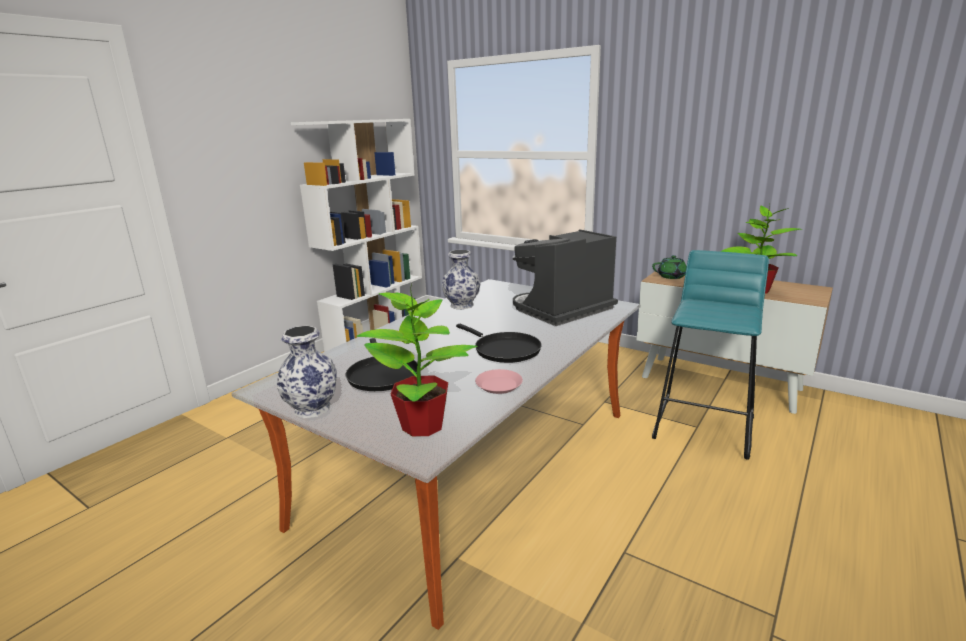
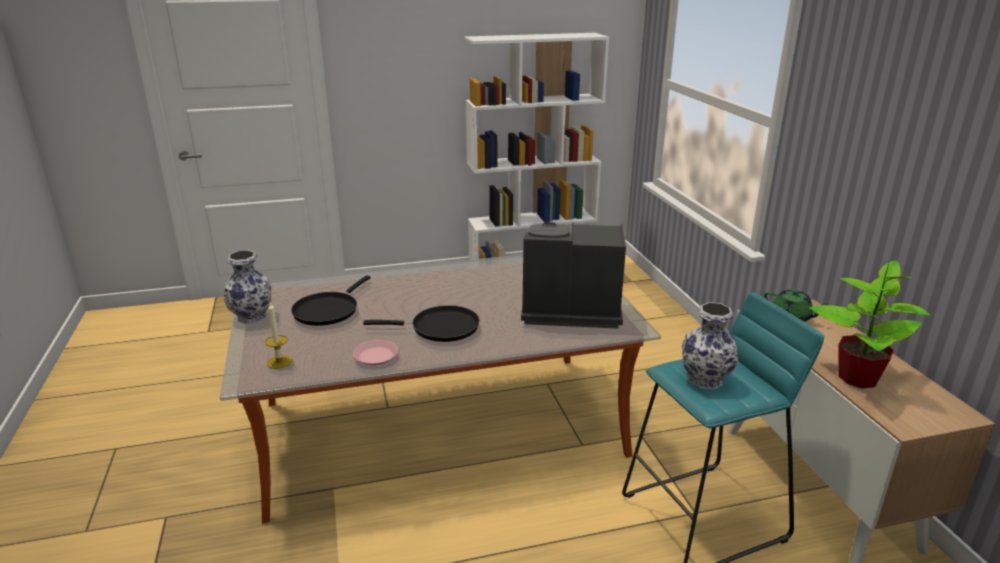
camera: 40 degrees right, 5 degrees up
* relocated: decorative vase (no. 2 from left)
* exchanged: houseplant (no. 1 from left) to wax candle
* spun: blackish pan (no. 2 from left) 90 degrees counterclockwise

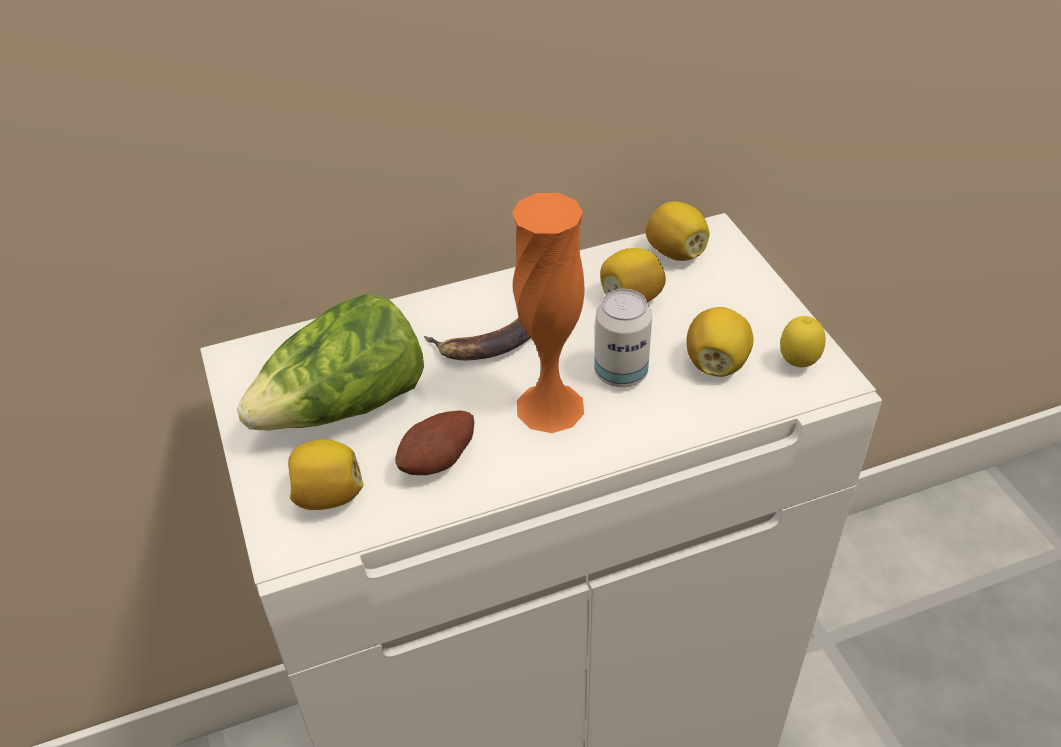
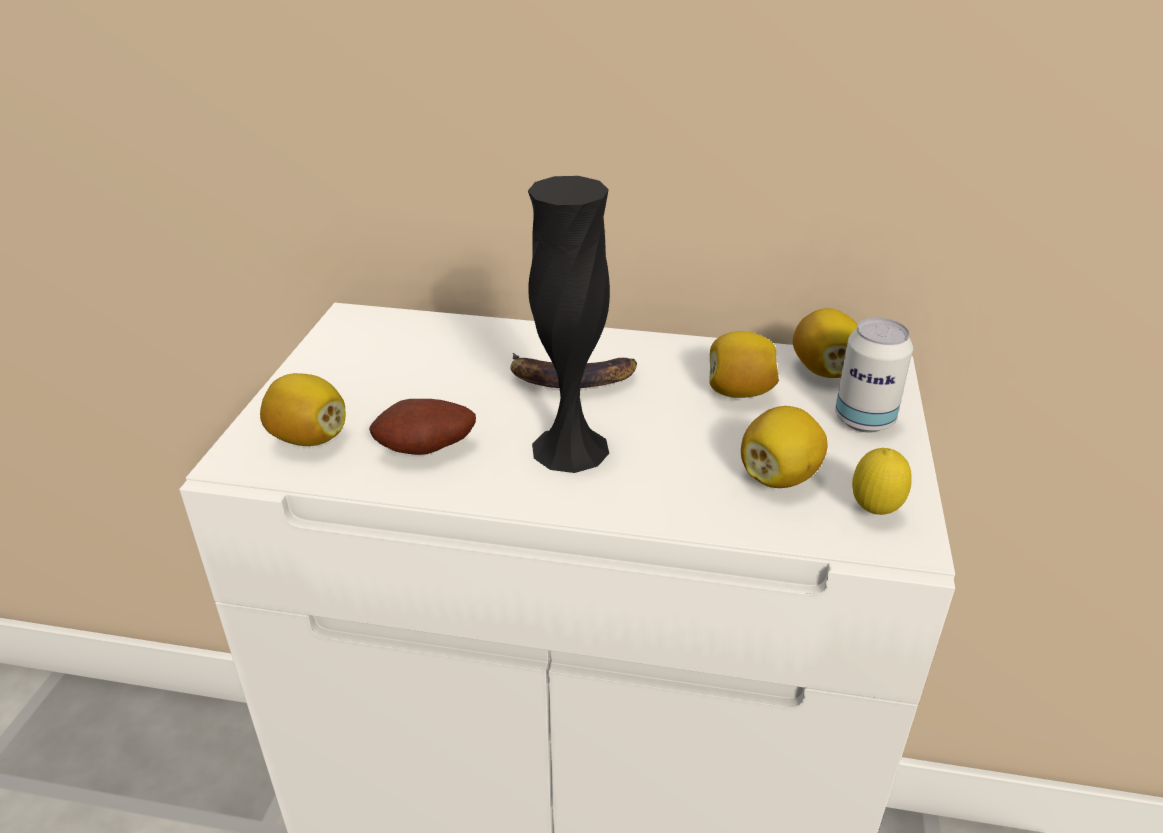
camera: 30 degrees right, 10 degrees down
* missing: lettuce
* relocated: sealed can
* colour: orange-coloured decorative vase to blackish decorative vase

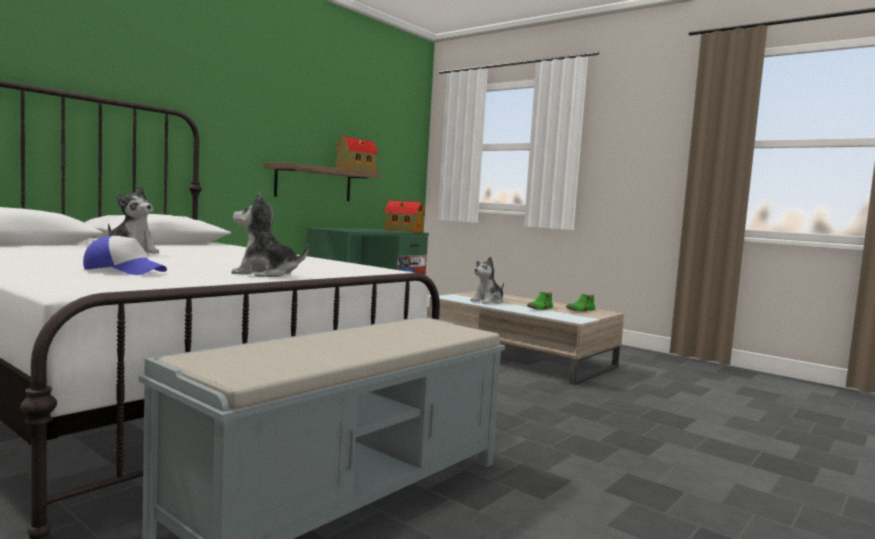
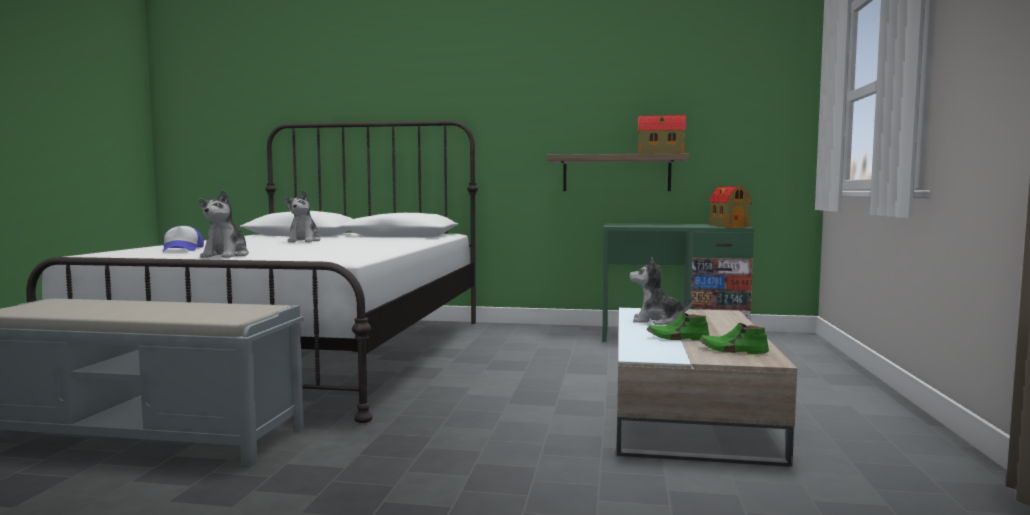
camera: 60 degrees right, 0 degrees up
* spun: soft toy (no. 2 from left in the first image) 150 degrees counterclockwise

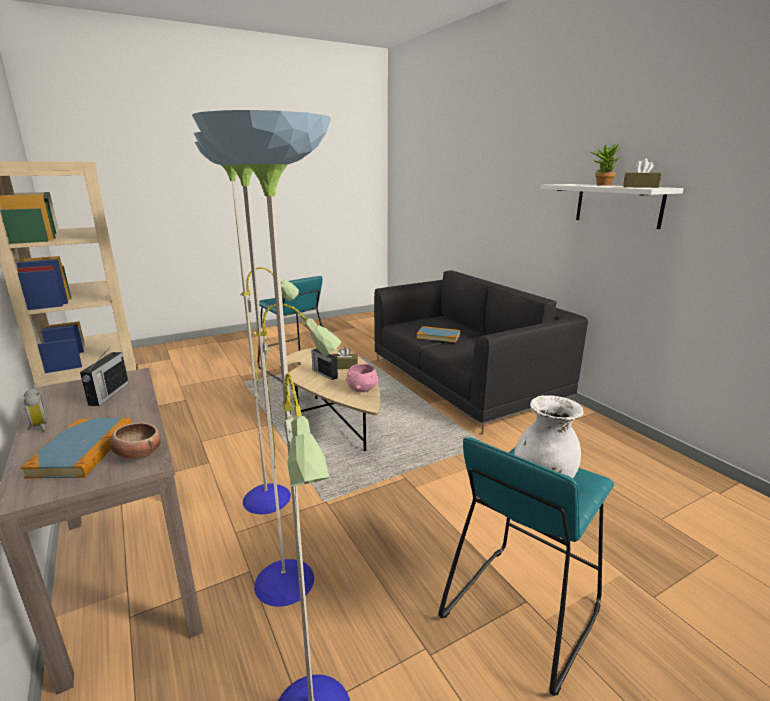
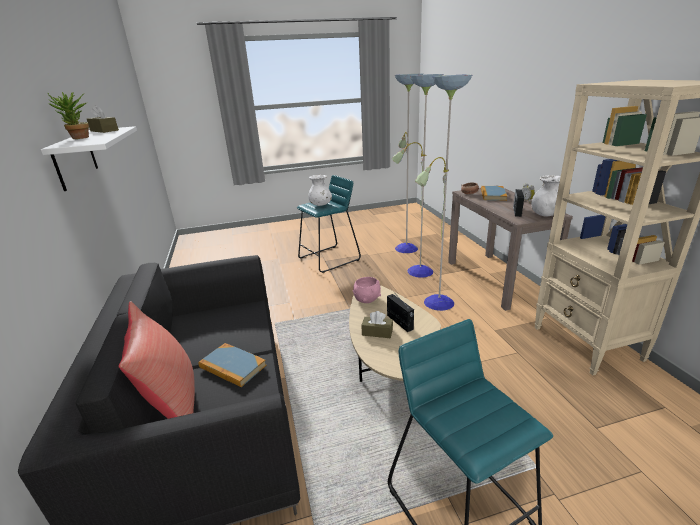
camera: 165 degrees left, 5 degrees up
* appeared: red-coloured throw pillow
* appeared: white decorative vase (no. 2 from left)

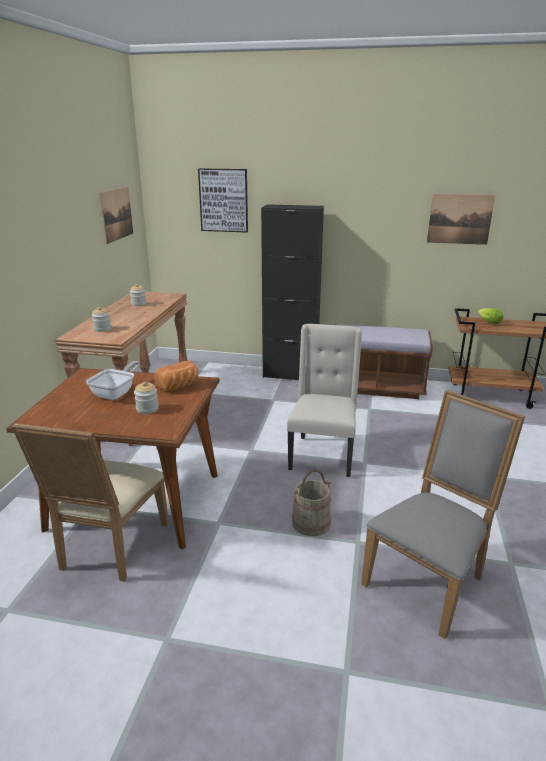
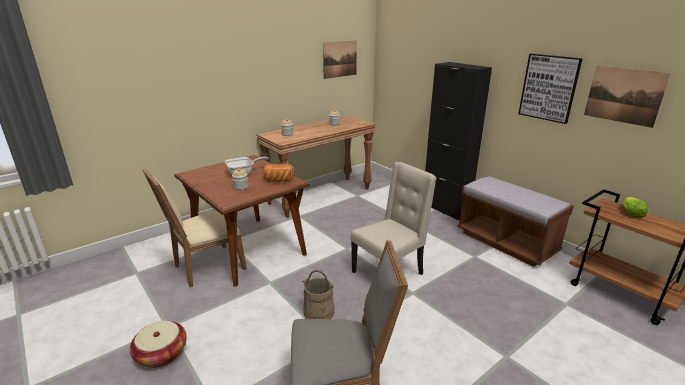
camera: 40 degrees right, 0 degrees up
* appeared: basket
* relocated: wall picture (no. 2 from left)

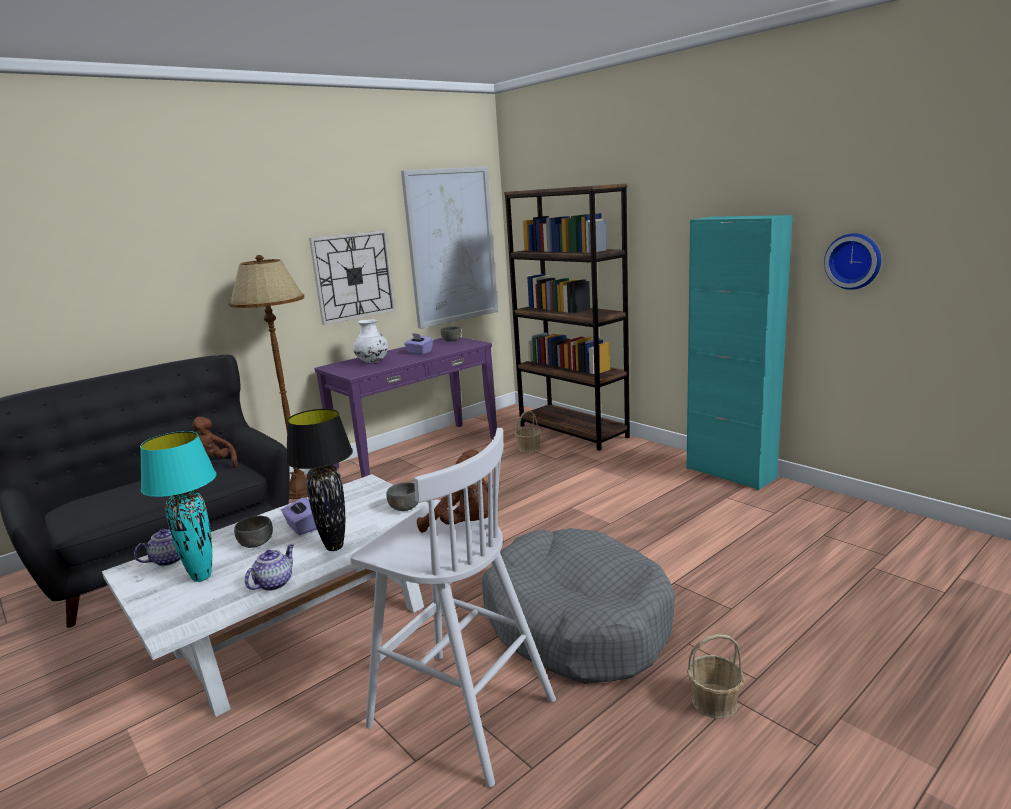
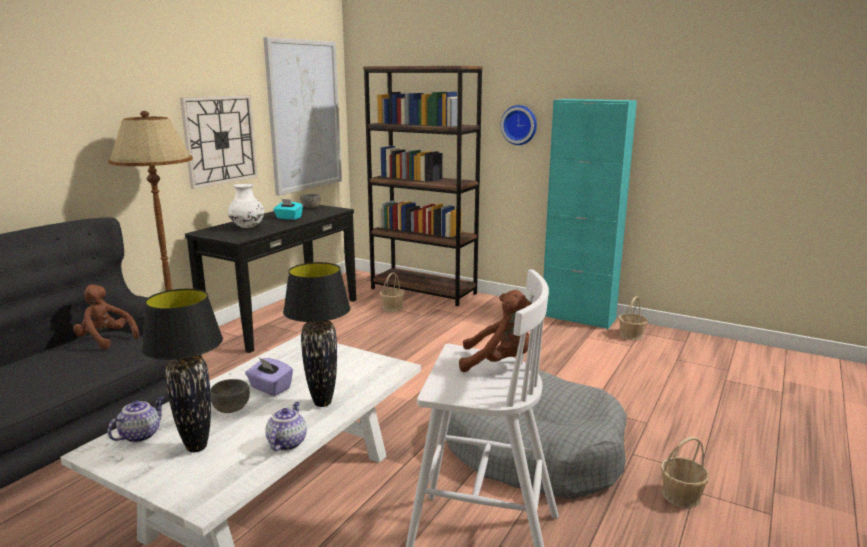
camera: 20 degrees left, 0 degrees up
* missing: greyish deep dish (no. 2 from left)
* appeared: basket (no. 2 from left)
* relocated: clock on the wall (no. 2 from left)
* colour: turquoise-coloured tabletop lamp to blackish tabletop lamp (no. 1 from left)
* colour: purple-coloured console table to blackish console table
* colour: purple-coloured box of tissues (no. 2 from left) to turquoise-coloured box of tissues

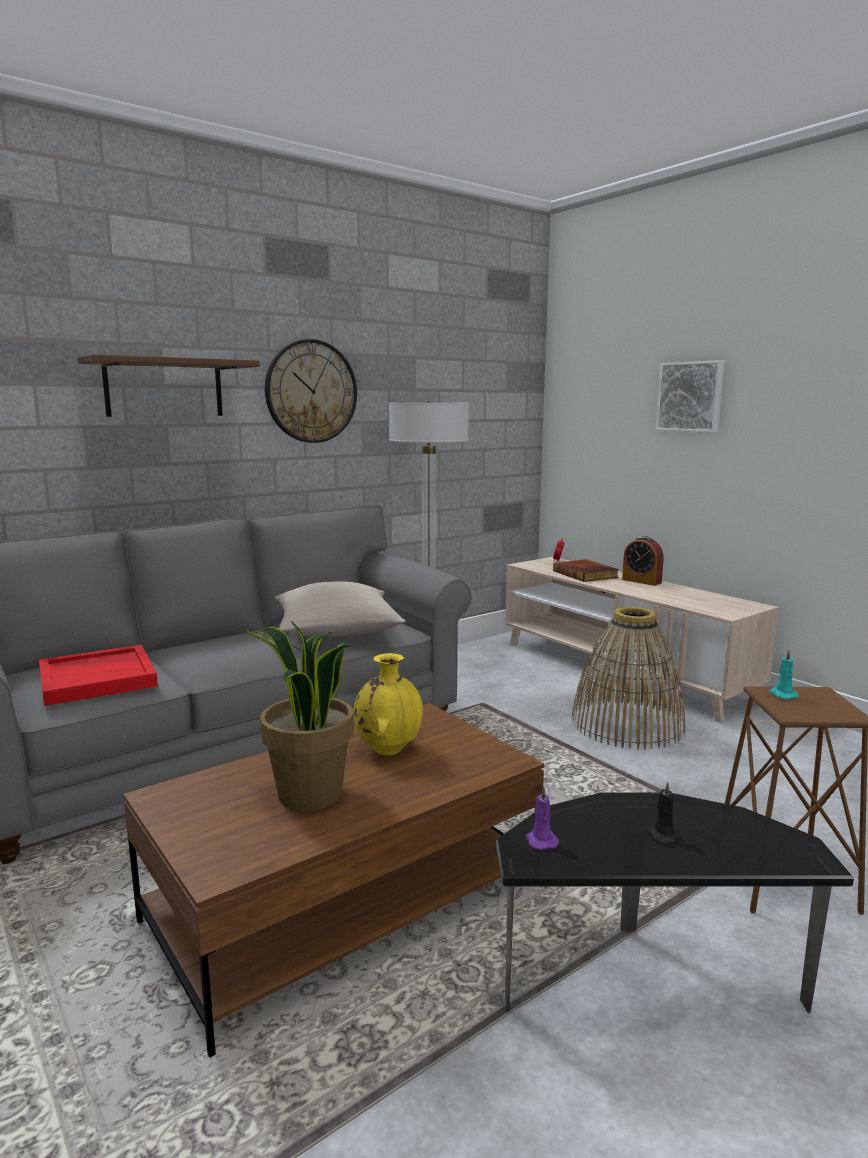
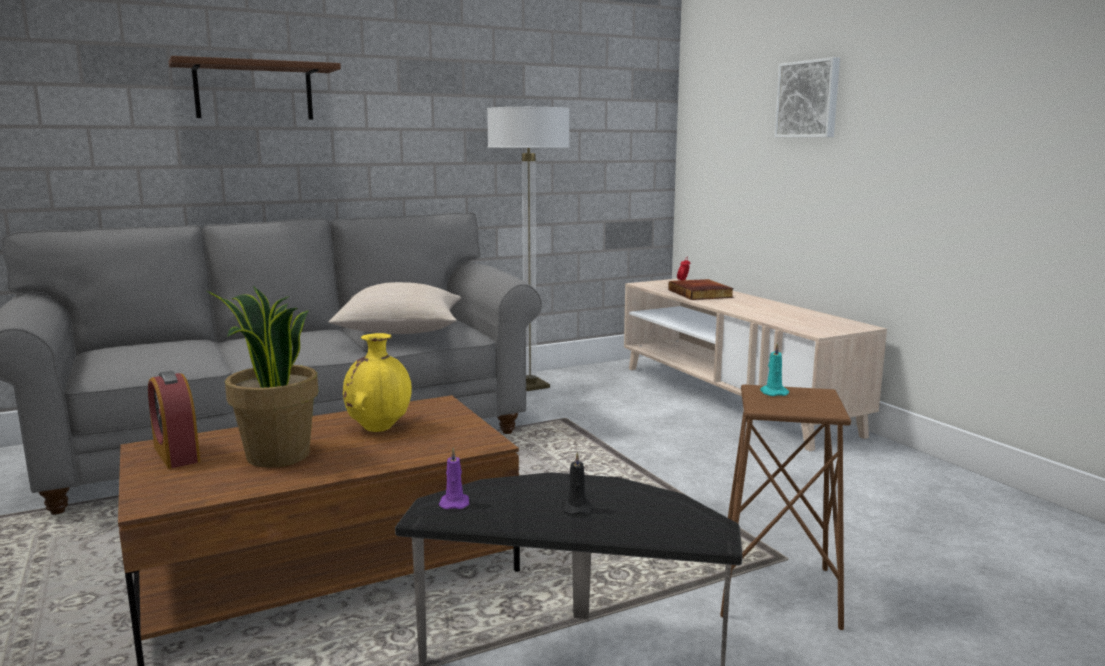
camera: 10 degrees right, 0 degrees up
* missing: red-coloured tray
* missing: clock on the wall
* missing: basket
* relocated: alarm clock (no. 2 from left in the first image) to alarm clock (no. 1 from left)

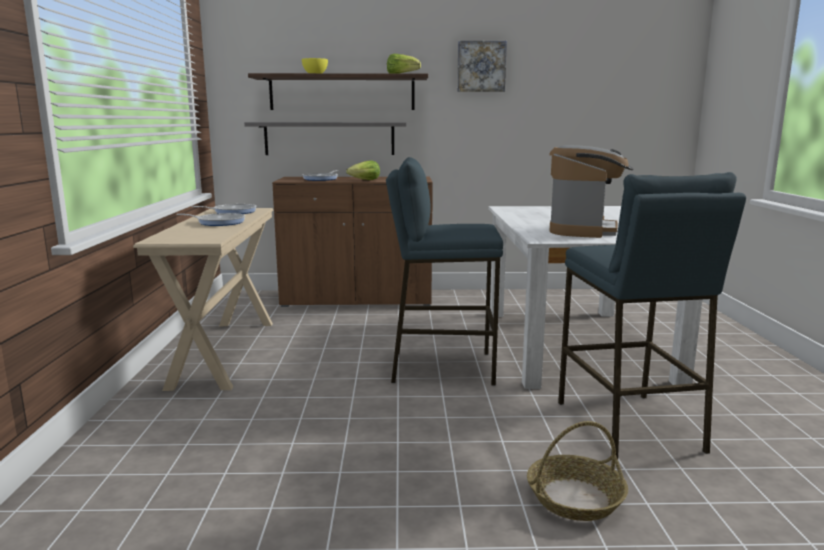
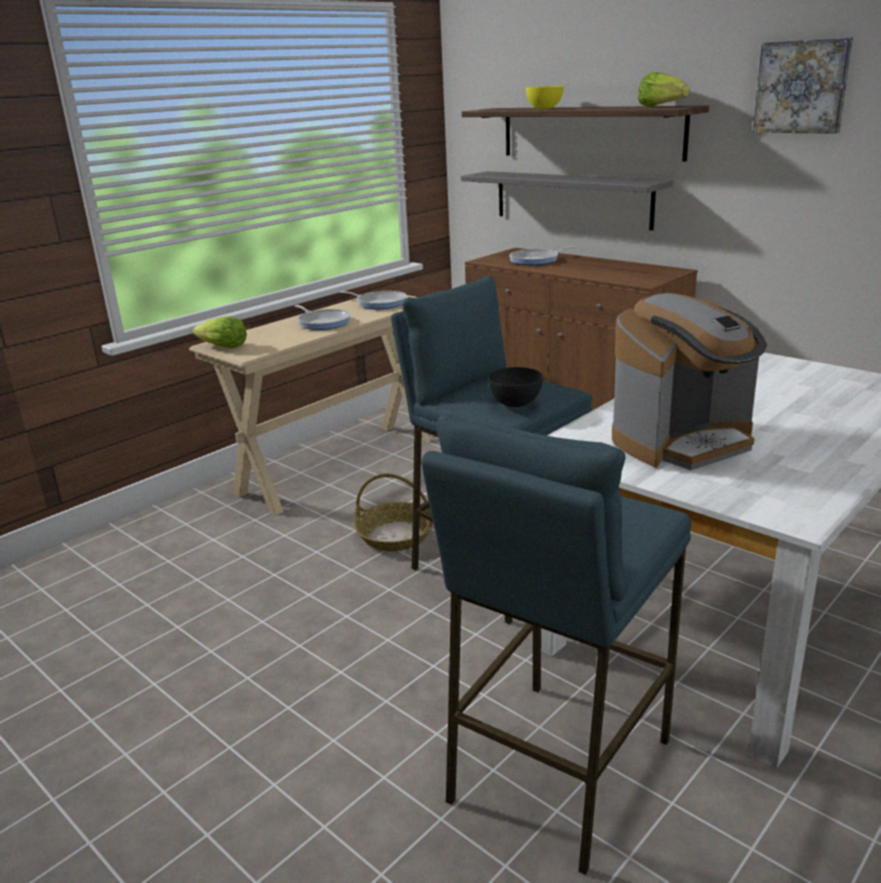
camera: 45 degrees right, 10 degrees up
* appeared: blackish deep dish
* relocated: lettuce (no. 1 from left)
* relocated: basket

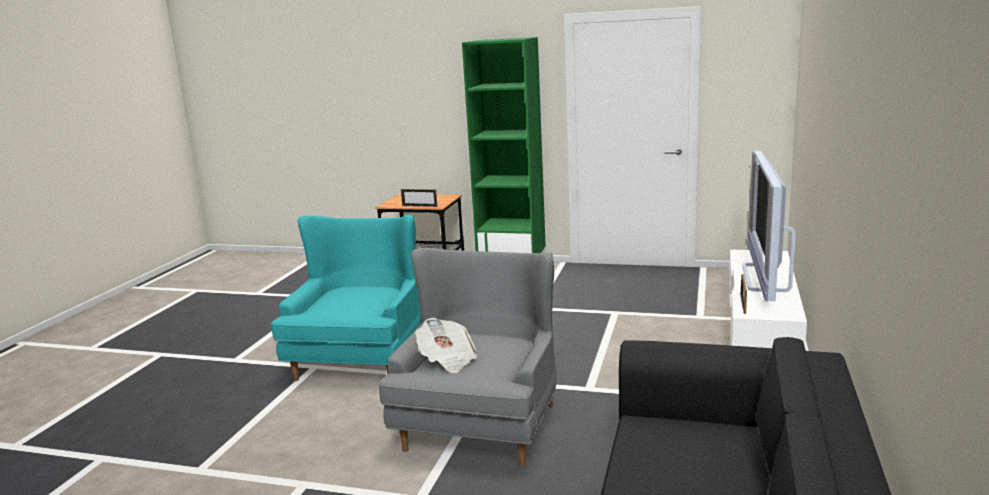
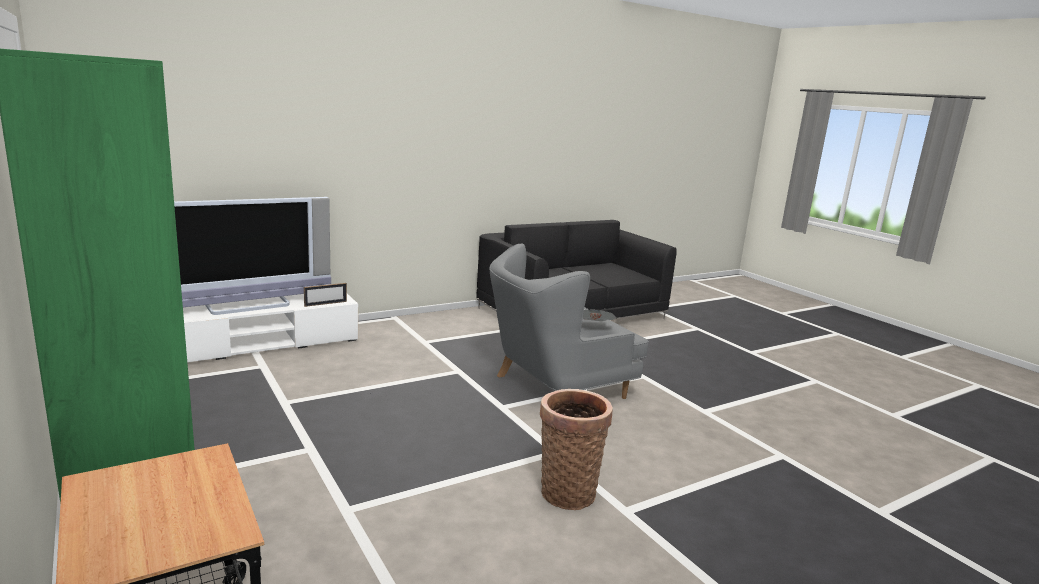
camera: 140 degrees left, 0 degrees up
* missing: photo frame (no. 1 from left)
* exchanged: turquoise-coloured lounge chair to basket

